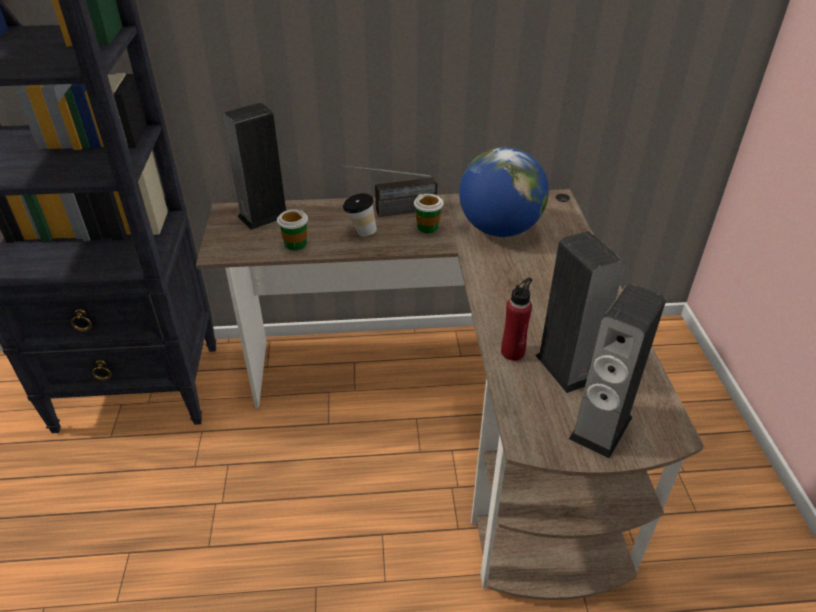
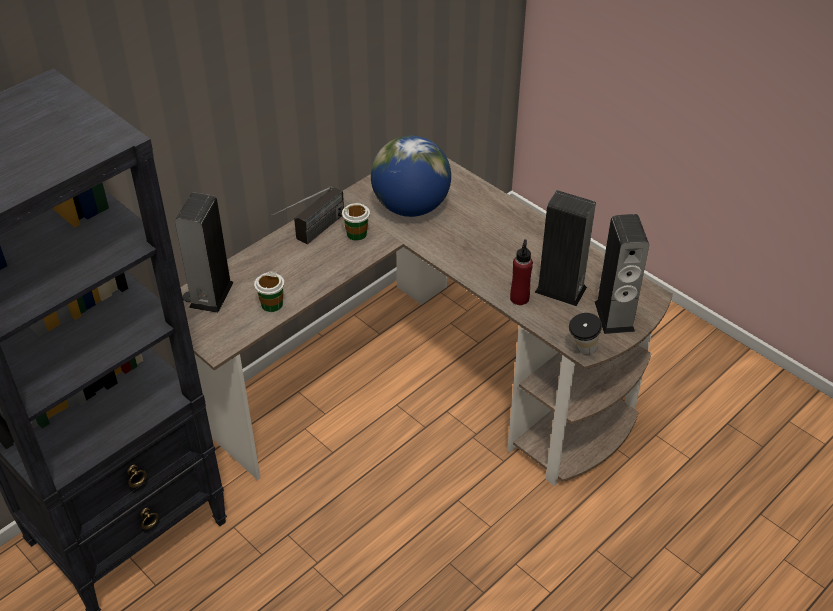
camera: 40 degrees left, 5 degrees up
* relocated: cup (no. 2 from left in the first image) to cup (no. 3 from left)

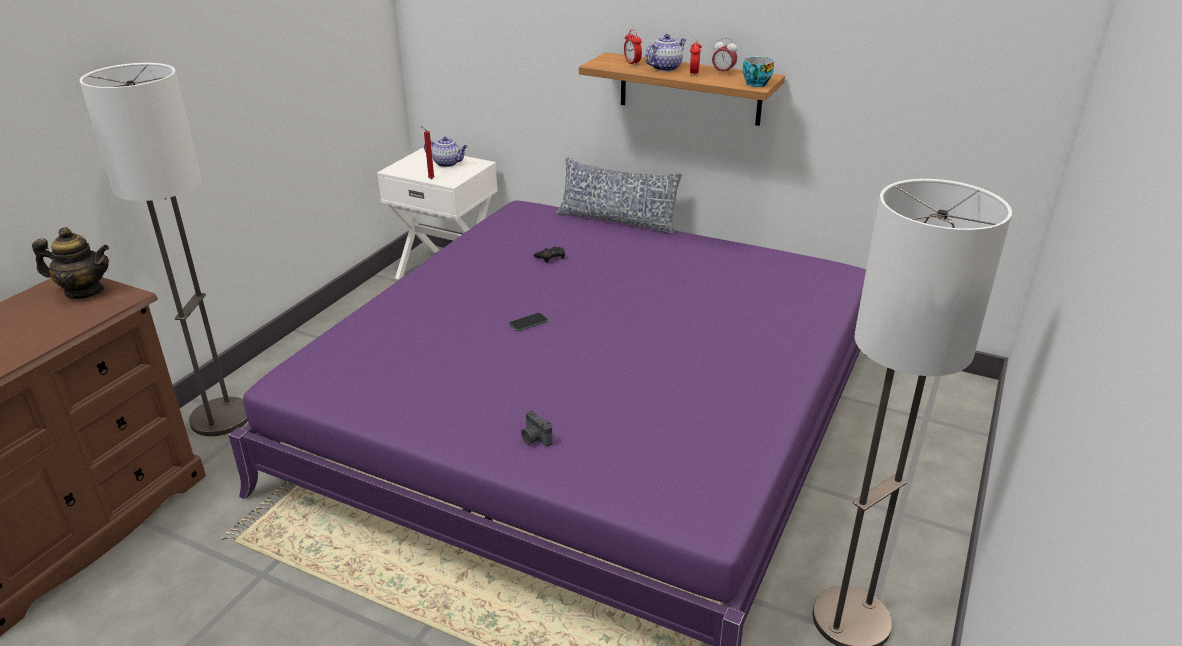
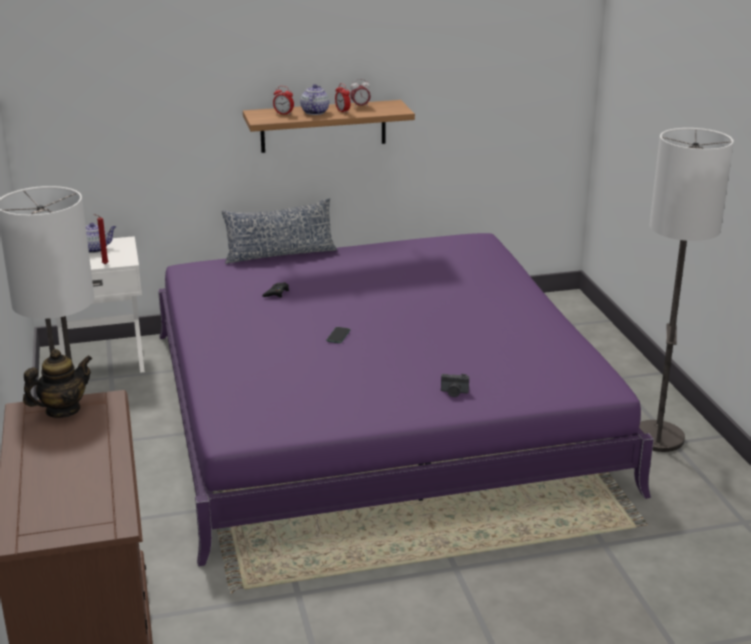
camera: 40 degrees left, 5 degrees down
* missing: cup

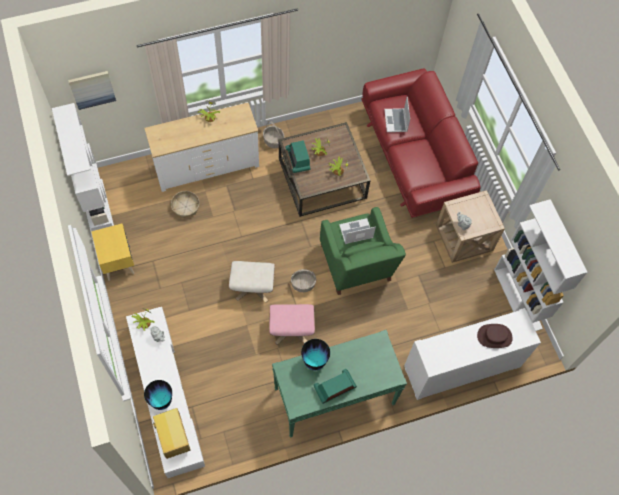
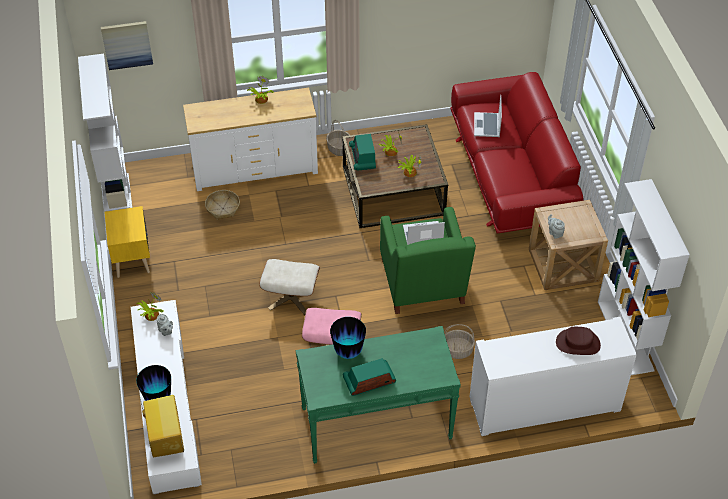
camera: 10 degrees right, 15 degrees down
* relocated: basket (no. 3 from left)

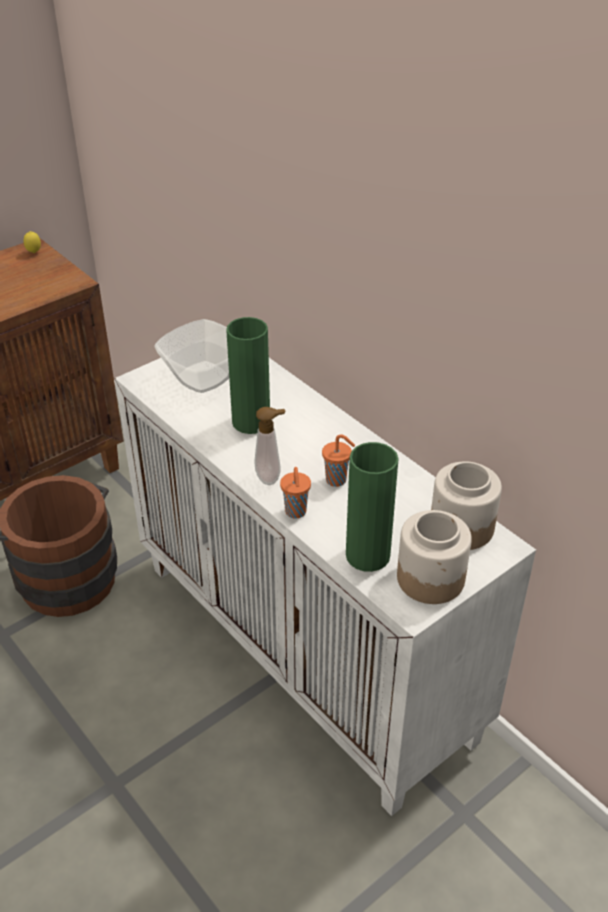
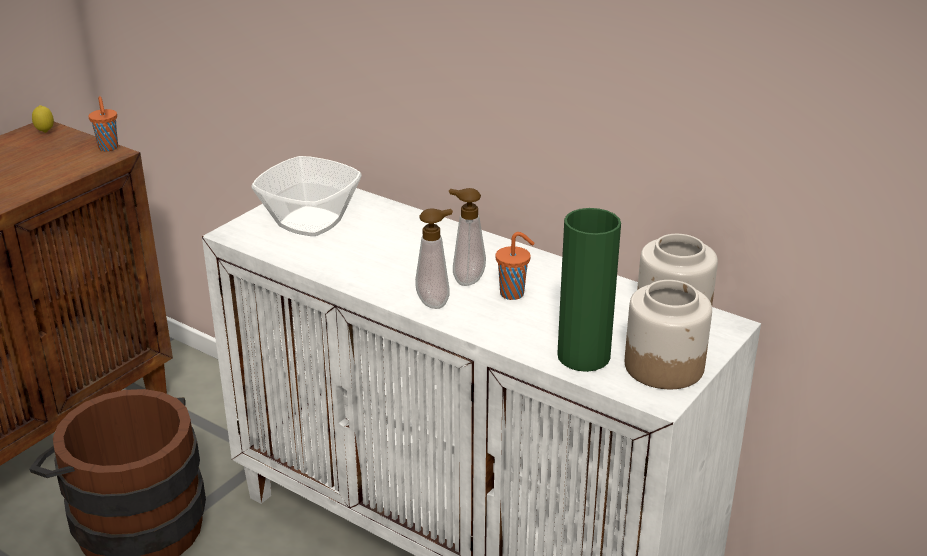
camera: 15 degrees left, 10 degrees down
* missing: green-coloured decorative vase (no. 1 from left)
* appeared: soap bottle (no. 2 from left)
* relocated: orange-coloured cup (no. 1 from left)

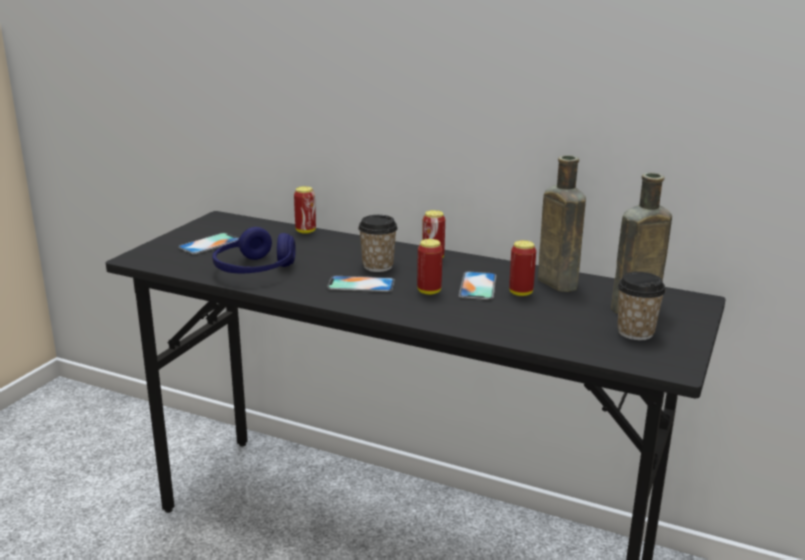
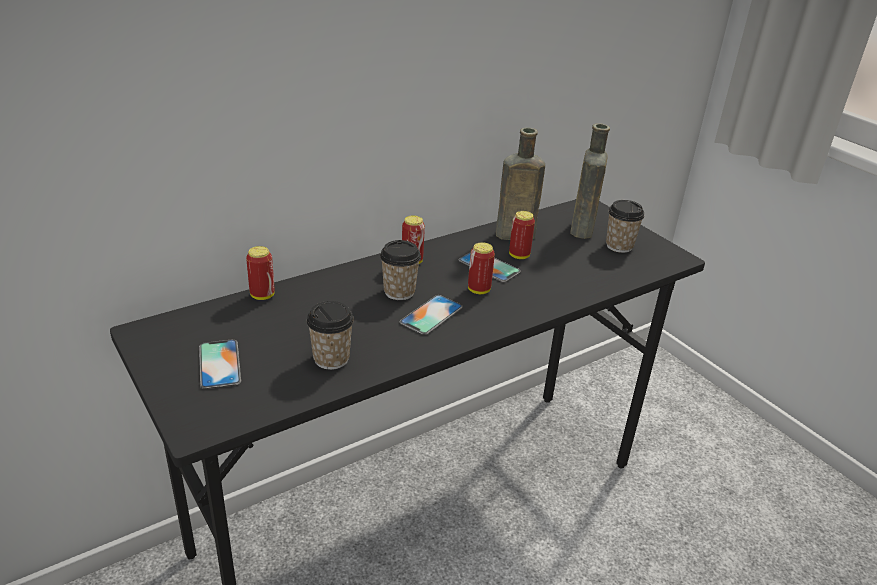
camera: 60 degrees left, 10 degrees up
* exchanged: bluish headset to cup (no. 1 from left)

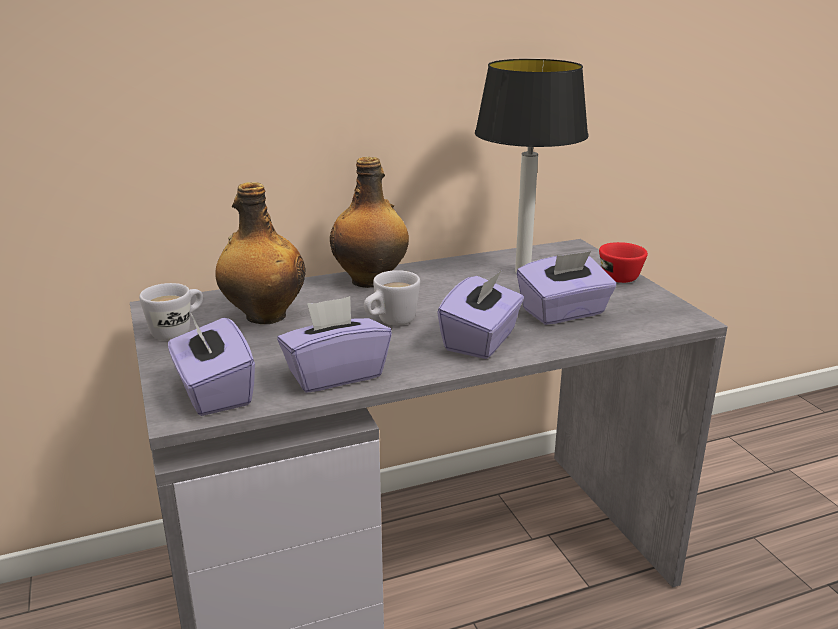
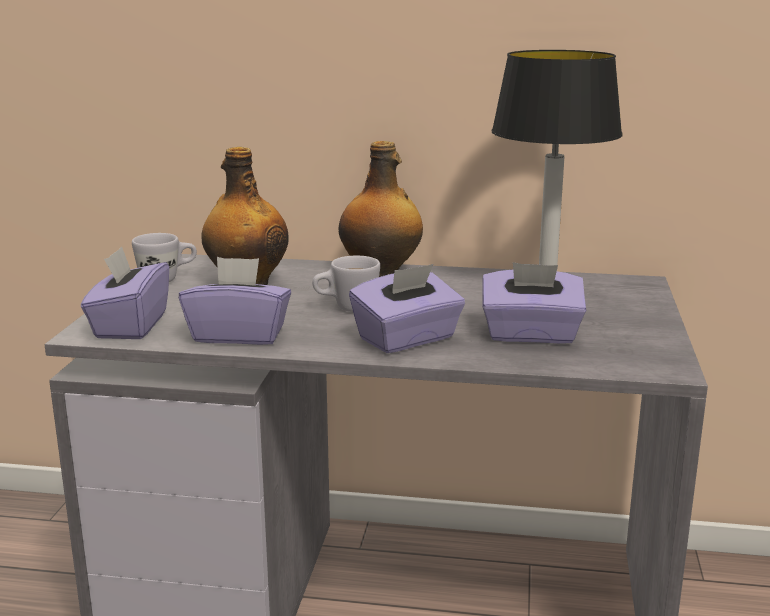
camera: 30 degrees right, 5 degrees down
* missing: red-coloured cup

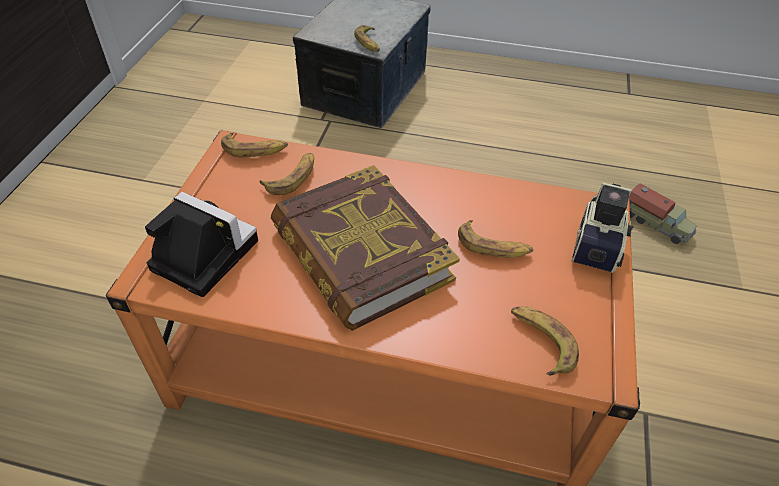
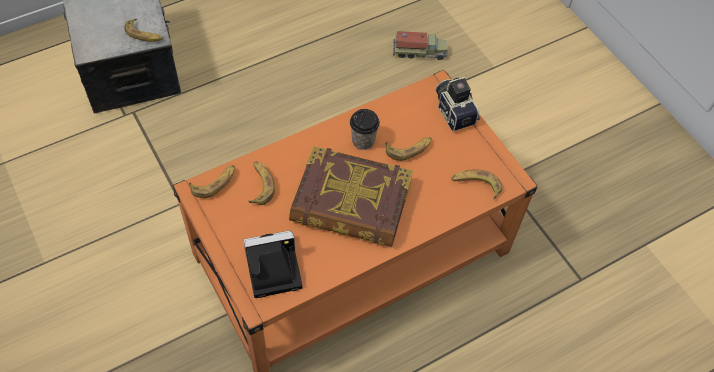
camera: 45 degrees left, 10 degrees up
* appeared: cup

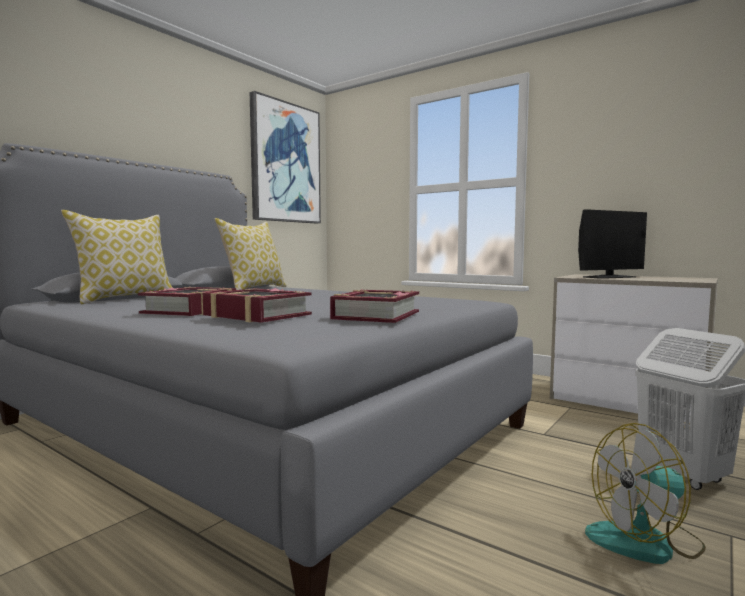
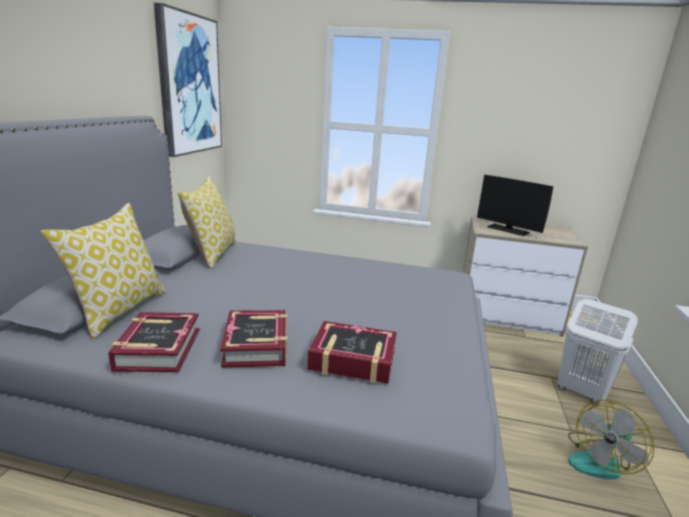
camera: 25 degrees left, 15 degrees up
* relocated: bound book (no. 3 from left in the first image) to bound book (no. 1 from left)
* spun: monitor 90 degrees clockwise

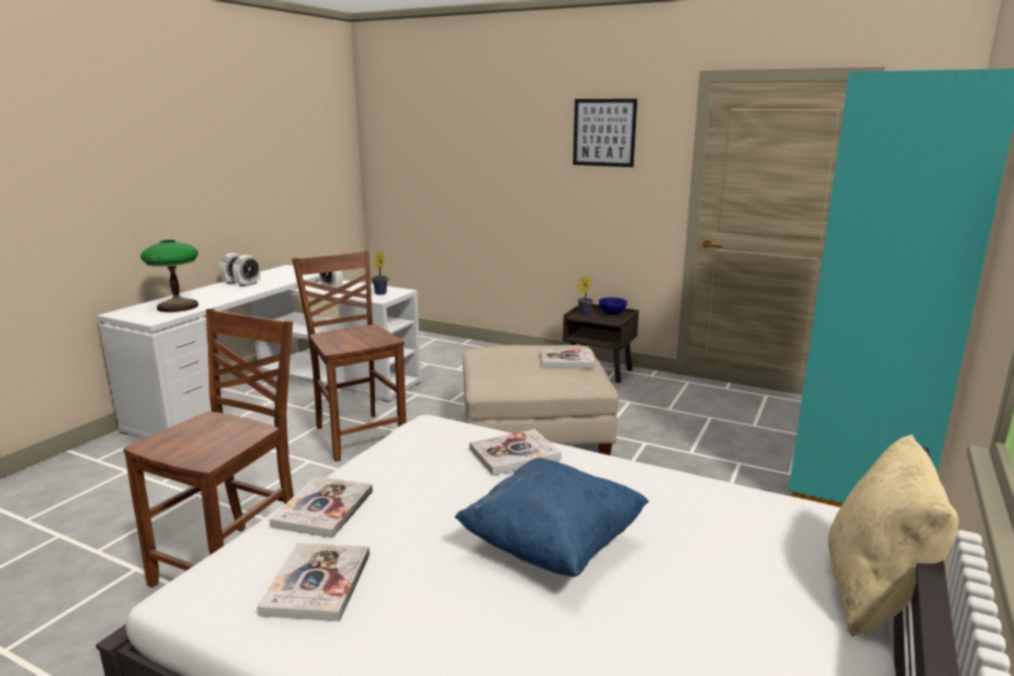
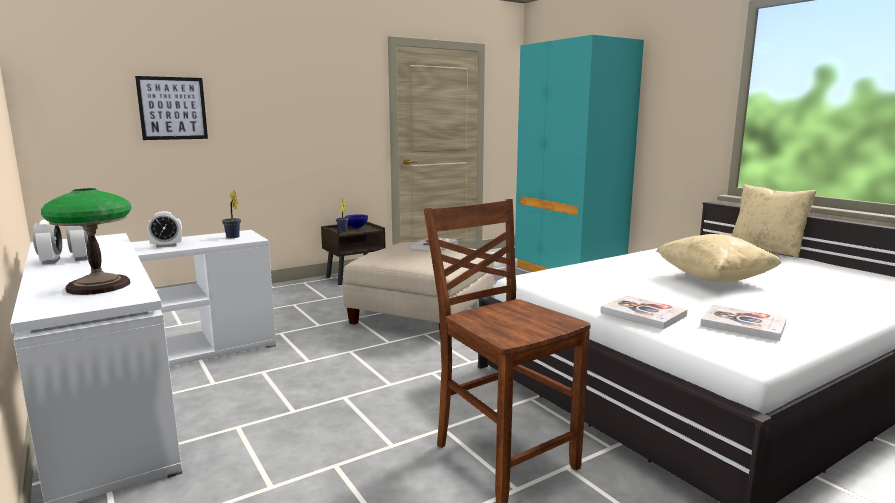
camera: 60 degrees left, 5 degrees down
* missing: brown upright chair (no. 2 from left)
* missing: bound book (no. 3 from left)
* relocated: wall picture
* colour: bluish throw pillow to sand-coloured throw pillow (no. 1 from left)

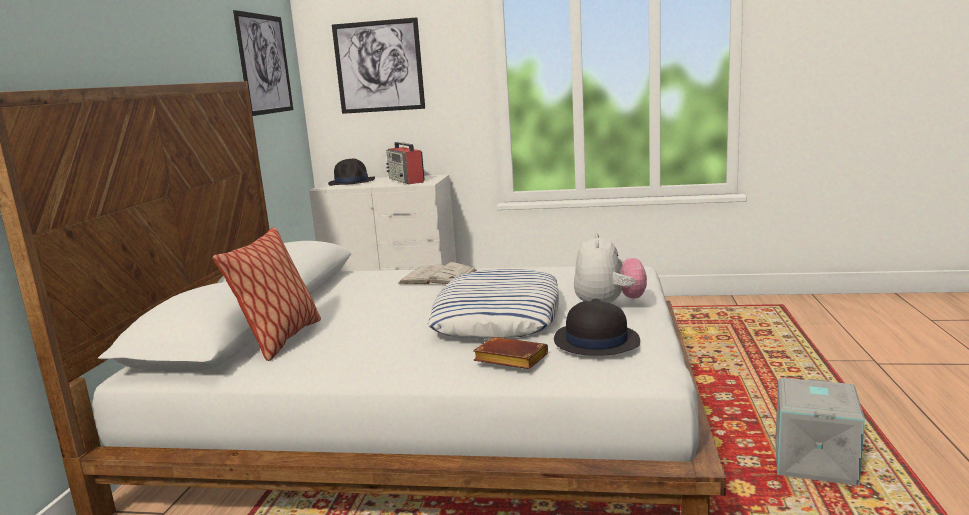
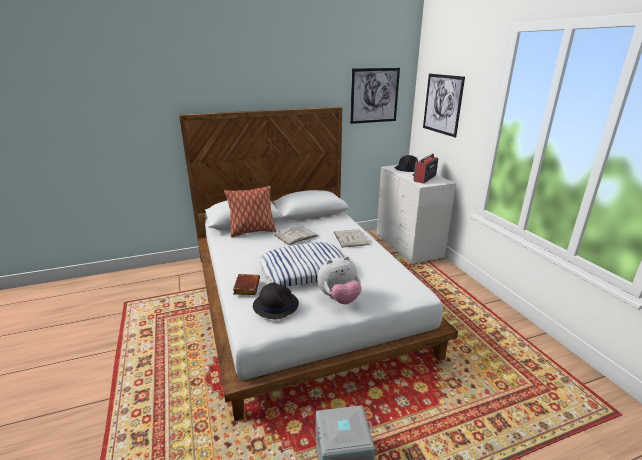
camera: 60 degrees right, 10 degrees up
* appeared: white bound book (no. 1 from left)

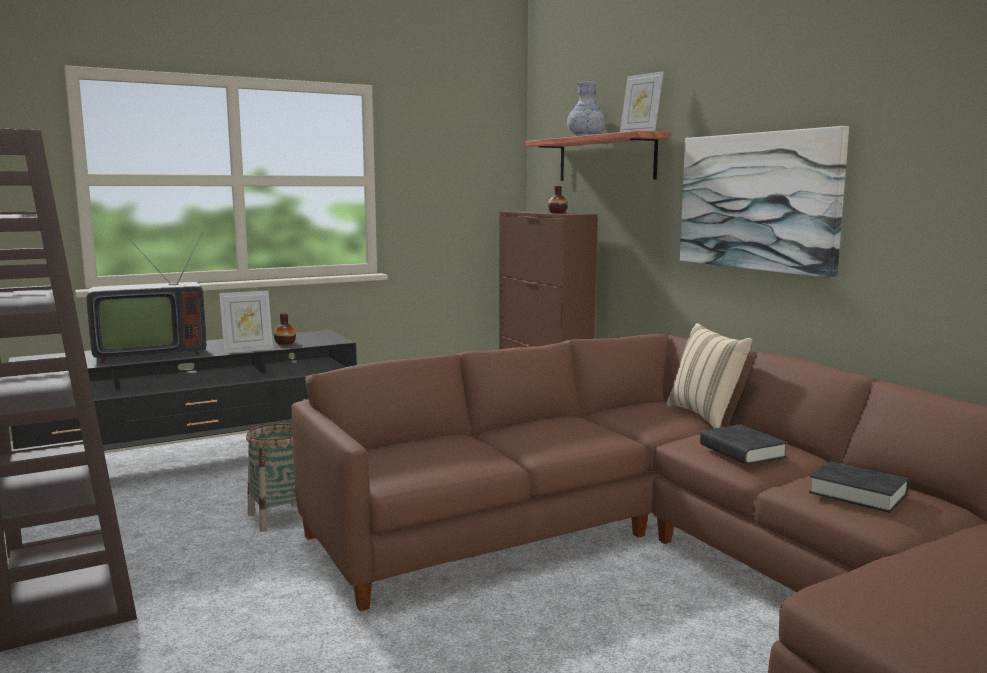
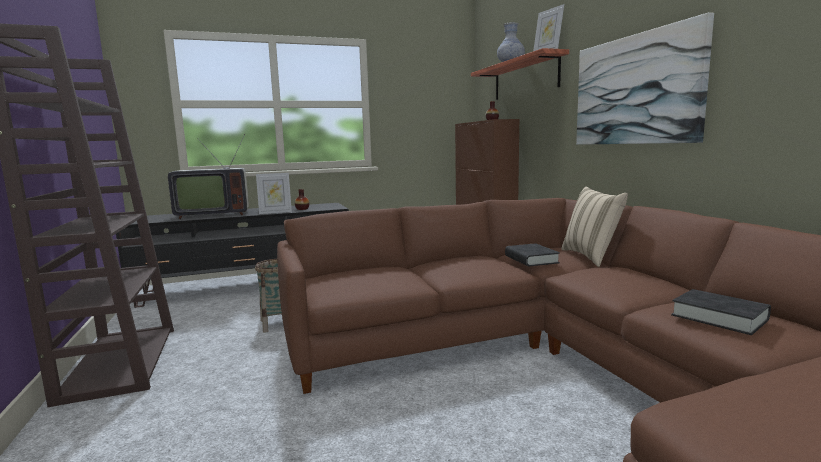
camera: 10 degrees right, 0 degrees up
* relocated: blackish bound book (no. 1 from left)

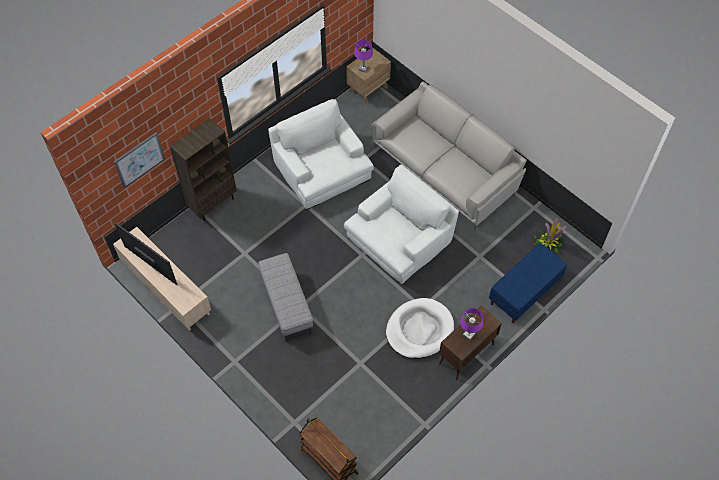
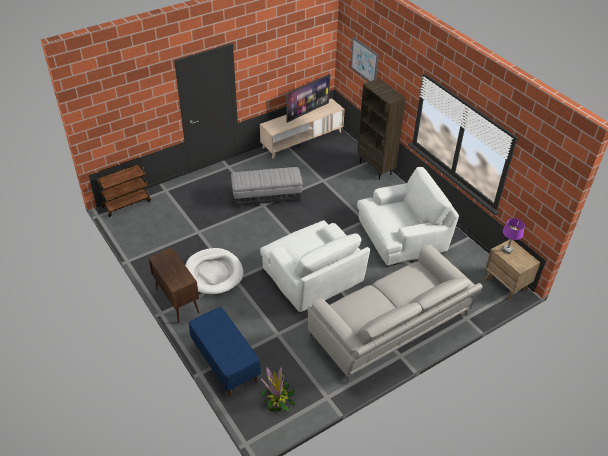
camera: 100 degrees right, 15 degrees down
* missing: purple-coloured tabletop lamp (no. 2 from left)

